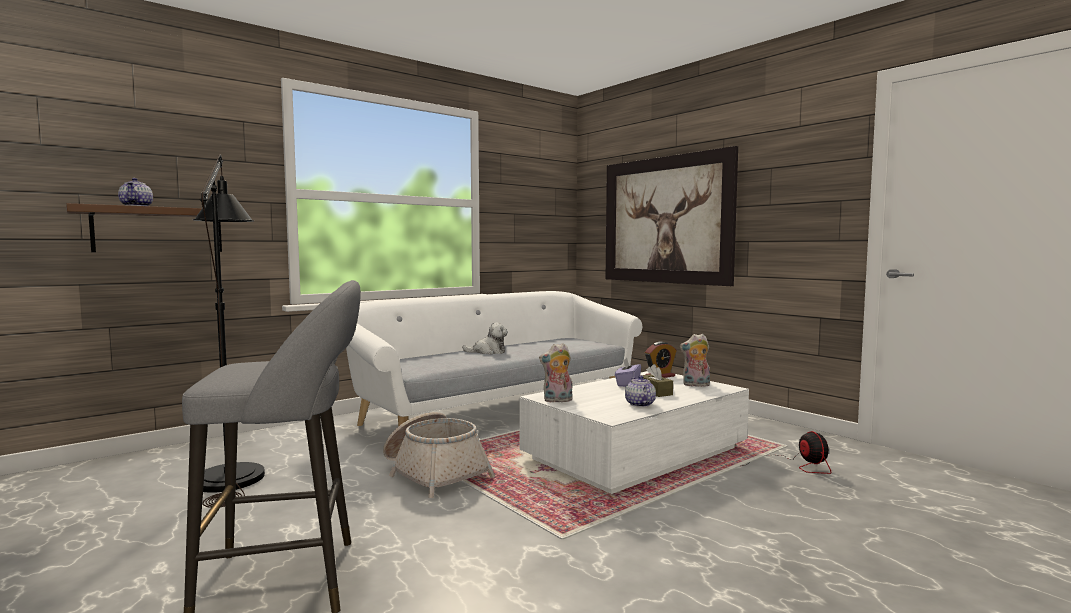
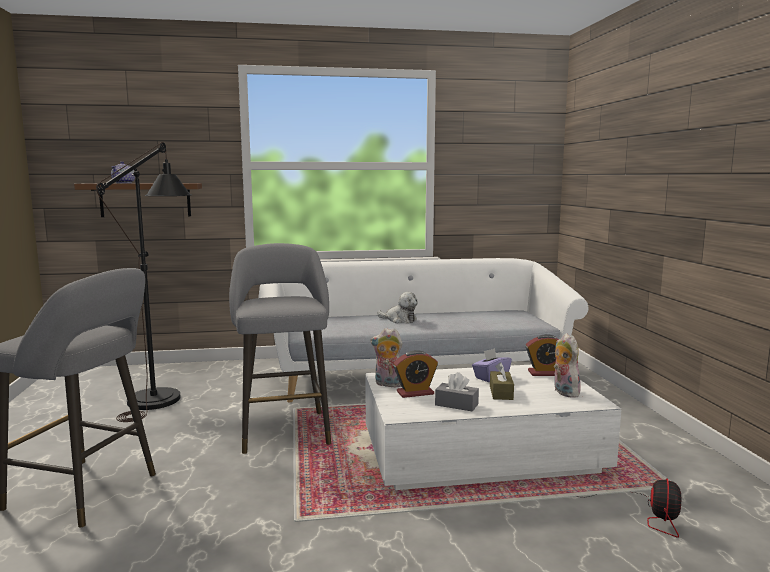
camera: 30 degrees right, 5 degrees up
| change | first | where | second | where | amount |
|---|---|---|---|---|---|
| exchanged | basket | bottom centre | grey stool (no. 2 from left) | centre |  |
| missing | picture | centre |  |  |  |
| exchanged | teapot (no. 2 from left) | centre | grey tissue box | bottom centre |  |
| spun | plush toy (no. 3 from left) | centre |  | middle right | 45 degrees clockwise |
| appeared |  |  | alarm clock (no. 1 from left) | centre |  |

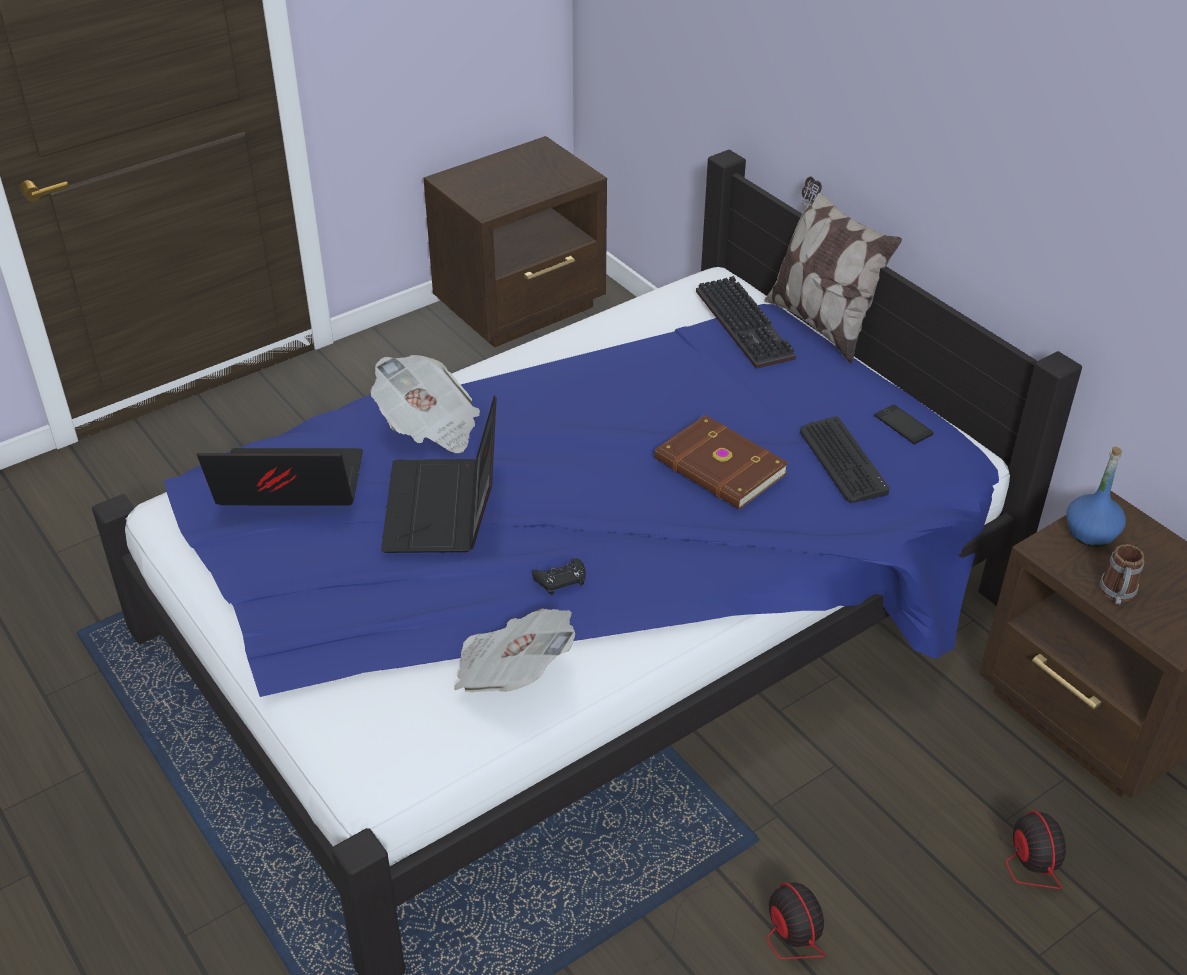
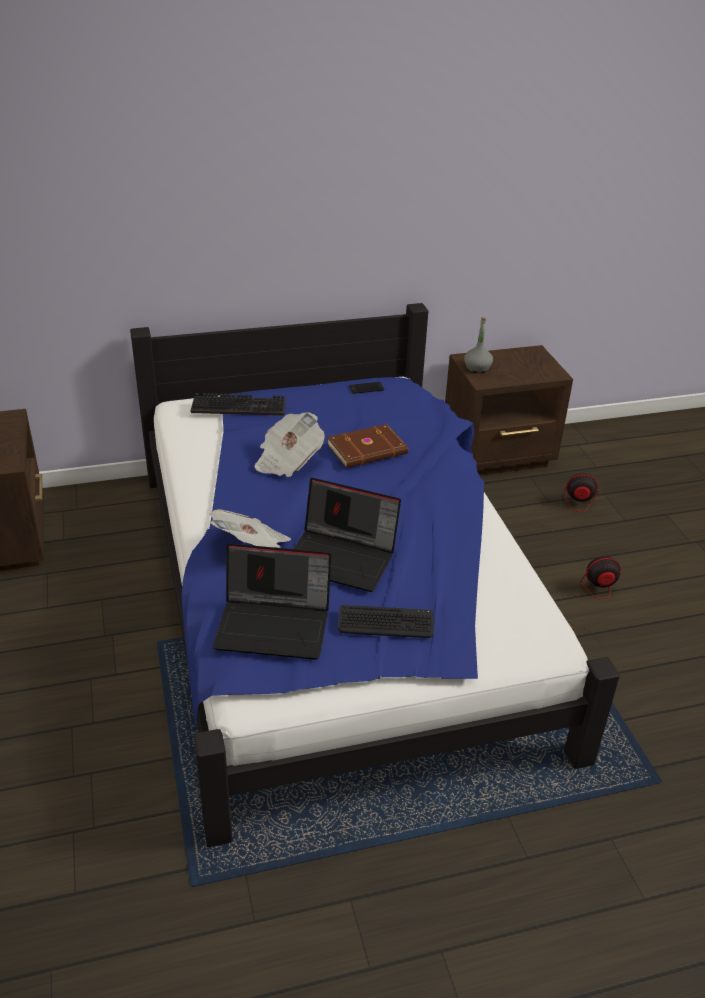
camera: 70 degrees left, 5 degrees down
| change | first | where | second | where | amount |
|---|---|---|---|---|---|
| spun | laptop (no. 1 from left) | middle left |  | centre | 105 degrees counterclockwise |
| relocated | newspaper (no. 2 from left) | bottom centre |  | centre |  |
| missing | black game controller | centre |  |  |  |
| missing | pillow | top right |  |  |  |
| relocated | keyboard (no. 2 from left) | middle right |  | centre |  |
| colour | blue bottle | middle right | grey bottle | middle right |  |
| missing | mug | middle right |  |  |  |

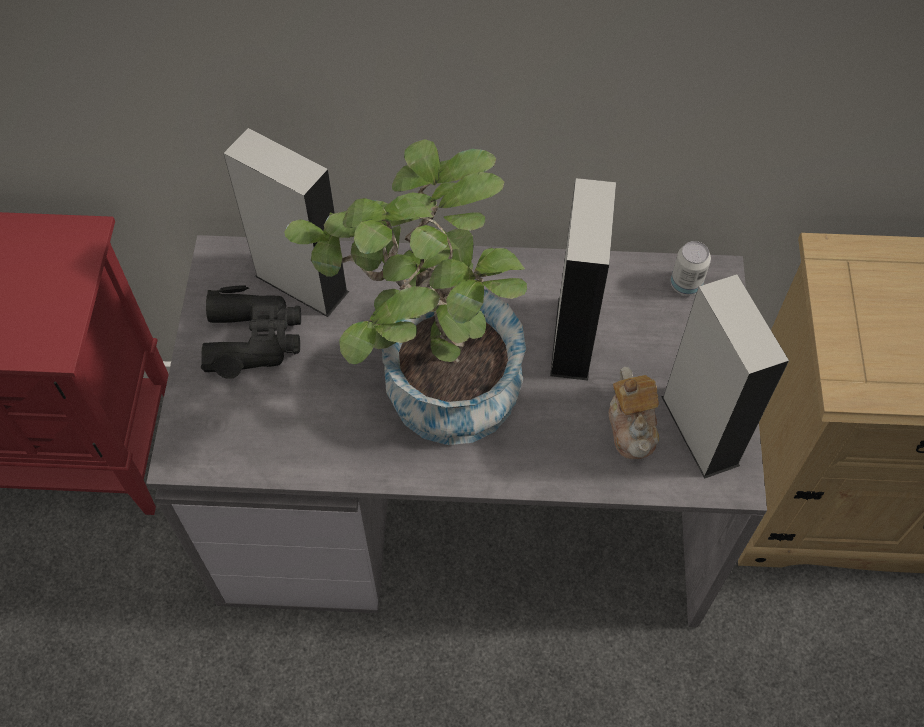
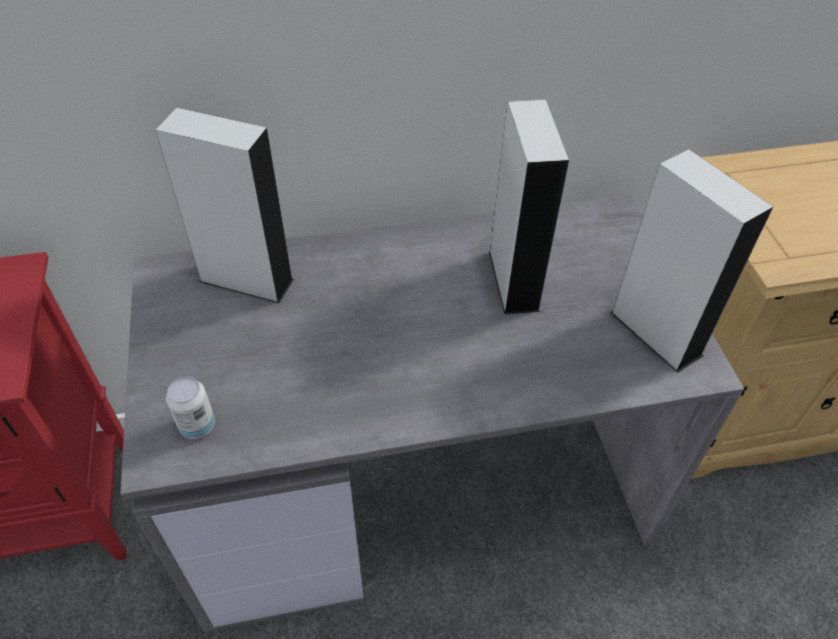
camera: 15 degrees left, 10 degrees down
| change | first | where | second | where | amount |
|---|---|---|---|---|---|
| missing | black binoculars | middle left |  |  |  |
| missing | potted plant | centre |  |  |  |
| missing | teapot | middle right |  |  |  |
| relocated | can | middle right |  | middle left |  |

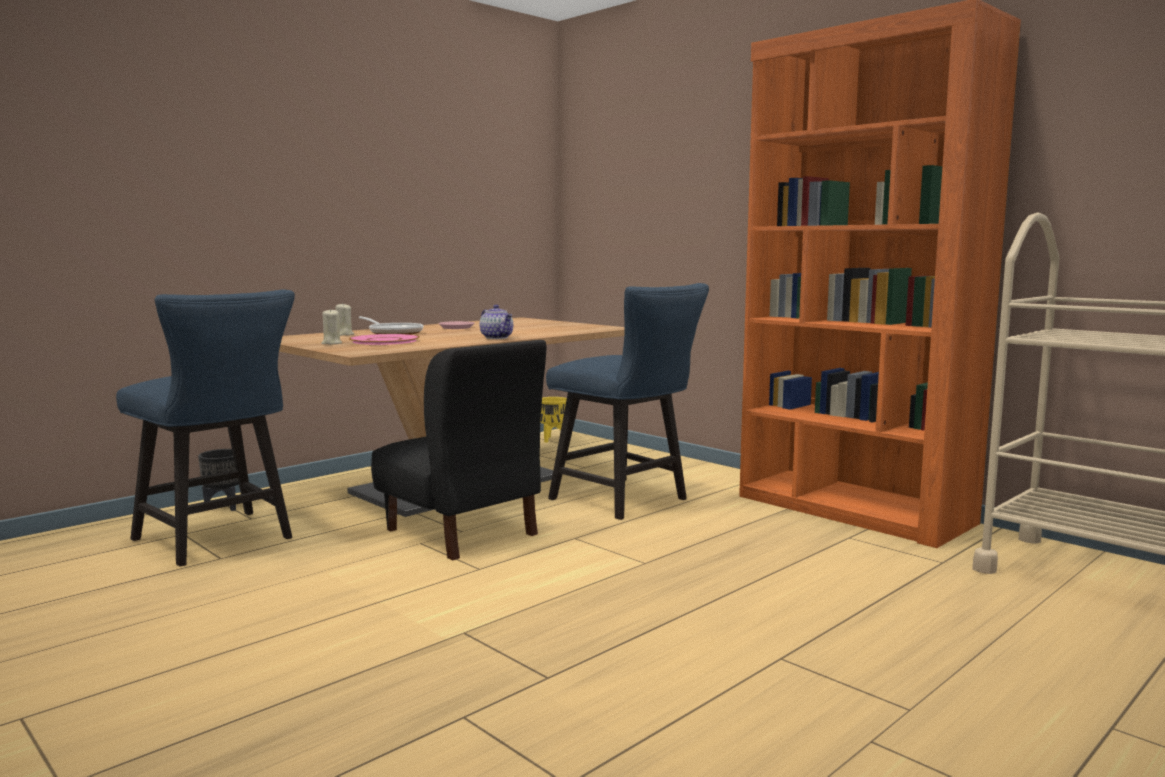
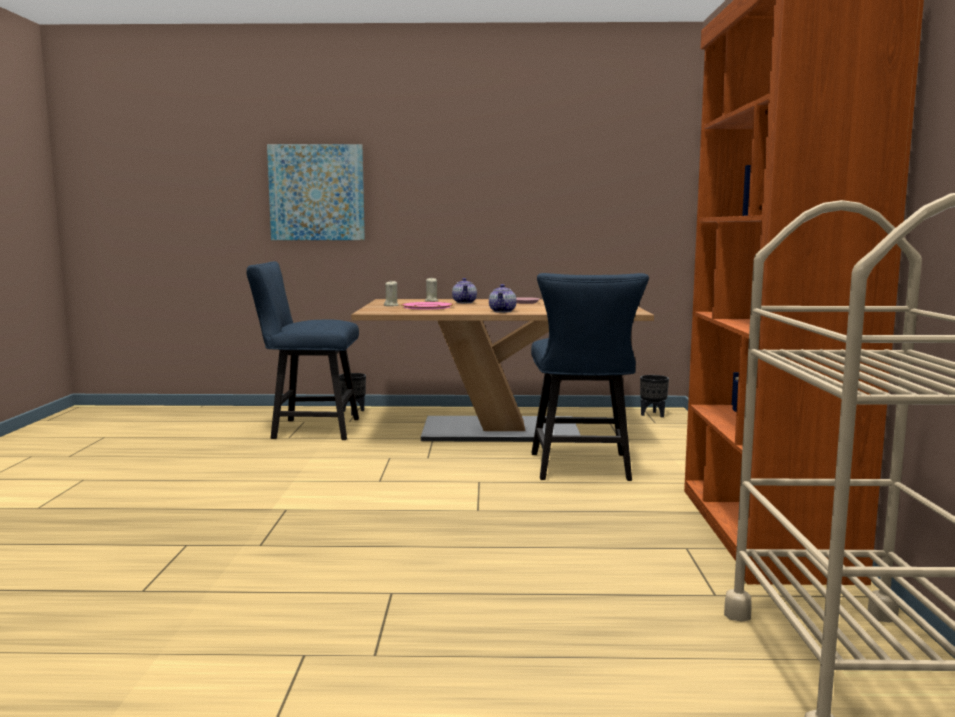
camera: 45 degrees right, 0 degrees up
| change | first | where | second | where | amount |
|---|---|---|---|---|---|
| spun | blue chair (no. 1 from left) | middle left |  | middle left | 90 degrees clockwise |
| exchanged | frying pan | centre | teapot (no. 1 from left) | centre |  |
| missing | black chair | centre |  |  |  |
| colour | yellow planter | centre | black planter (no. 2 from left) | middle right |  |
| appeared |  |  | picture | top left |  |

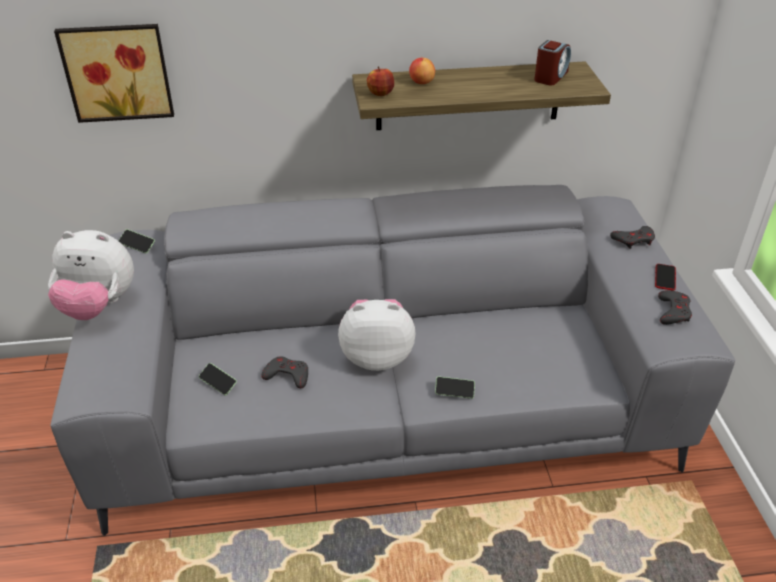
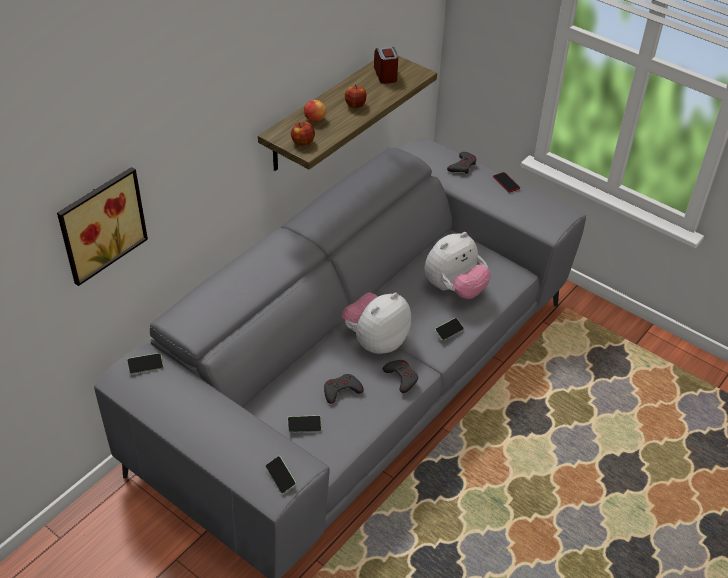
camera: 45 degrees left, 5 degrees up
| change | first | where | second | where | amount |
|---|---|---|---|---|---|
| relocated | plush toy (no. 1 from left in the first image) | middle left | plush toy (no. 2 from left) | centre |  |
| relocated | grey game controller (no. 3 from left in the first image) | middle right | grey game controller (no. 2 from left) | centre |  |
| appeared |  |  | phone (no. 2 from left) | bottom centre |  |
| appeared |  |  | apple (no. 3 from left) | top centre |  |

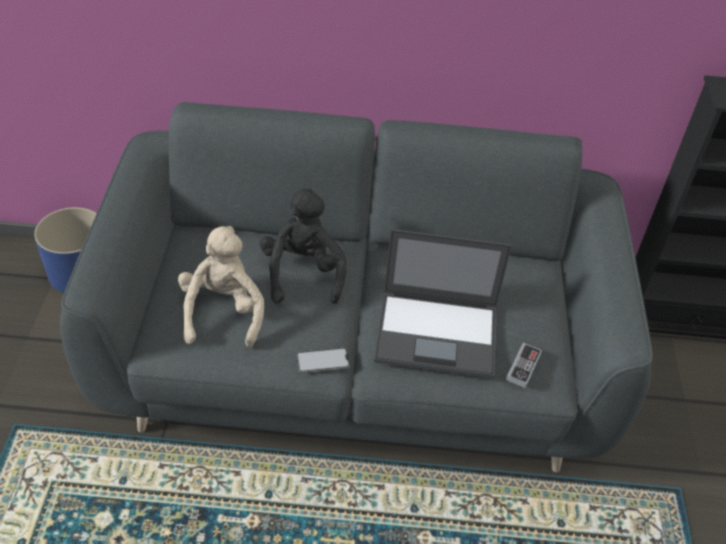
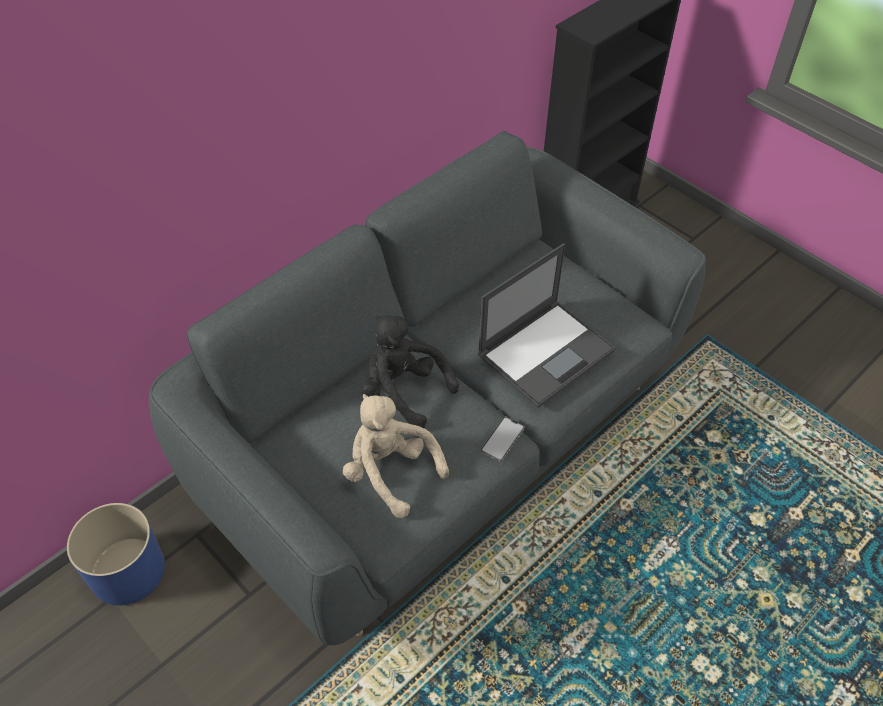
camera: 45 degrees left, 5 degrees up
| change | first | where | second | where | amount |
|---|---|---|---|---|---|
| missing | game controller | bottom right |  |  |  |

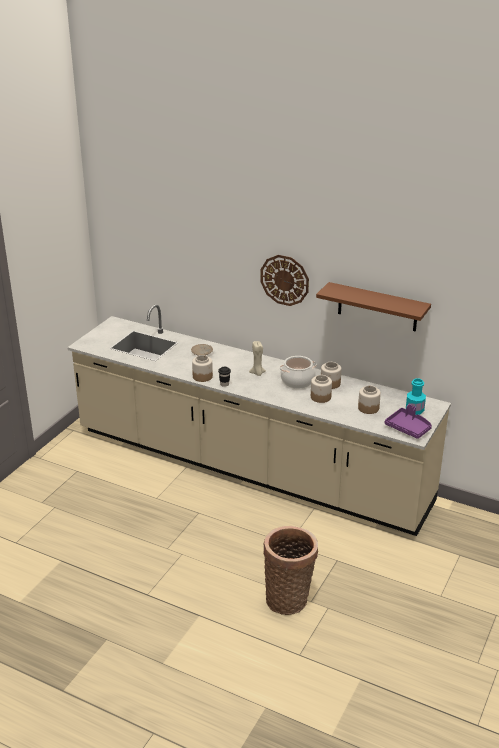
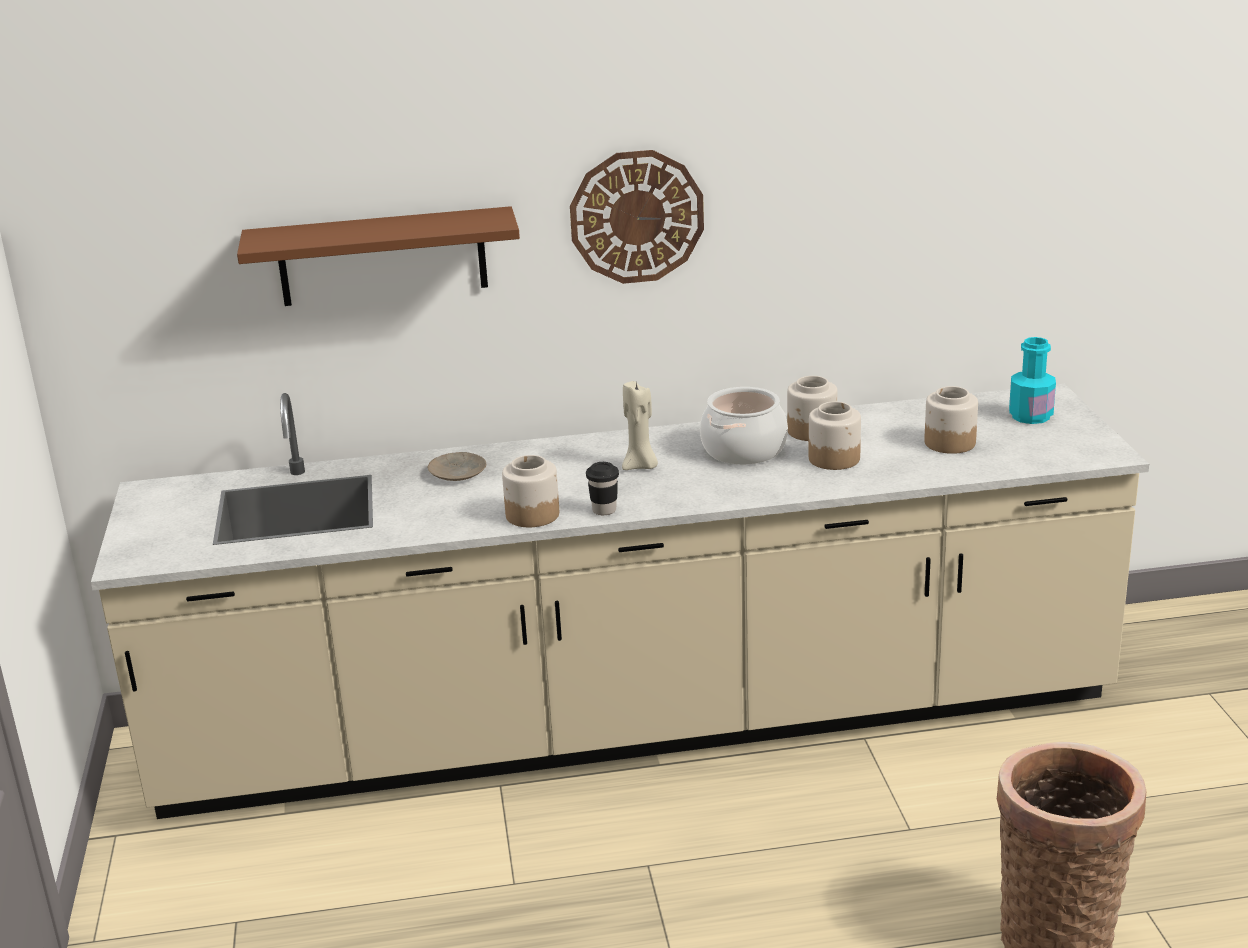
camera: 35 degrees left, 5 degrees down
| change | first | where | second | where | amount |
|---|---|---|---|---|---|
| relocated | brown shelf | middle right |  | top left |  |
| missing | purple tray | middle right |  |  |  |

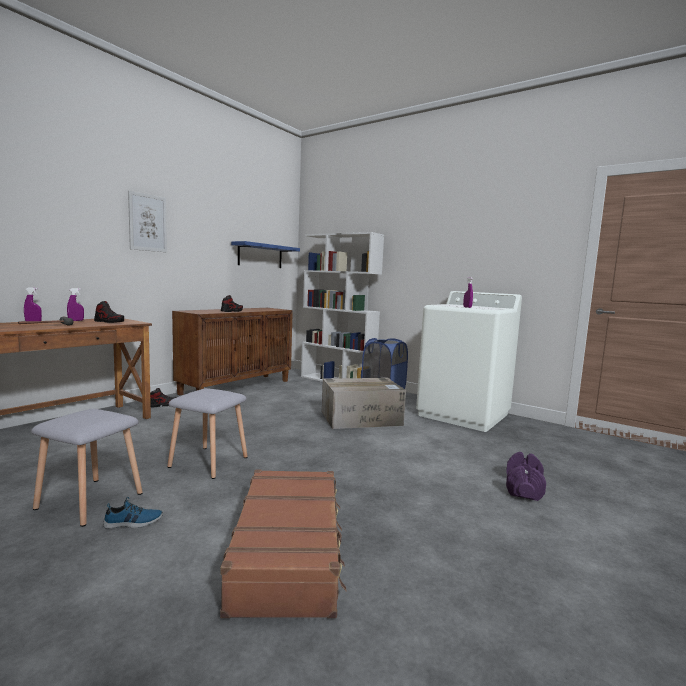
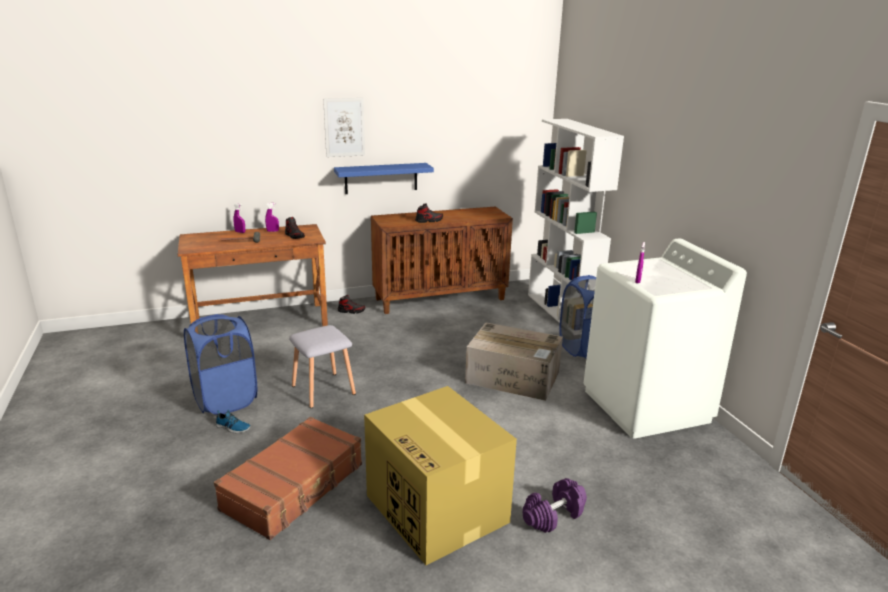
camera: 35 degrees right, 15 degrees up
| change | first | where | second | where | amount |
|---|---|---|---|---|---|
| exchanged | grey stool (no. 1 from left) | bottom left | blue laundry basket (no. 1 from left) | middle left |  |
| relocated | blue shelf | centre |  | top centre |  |
| appeared |  |  | cardboard box (no. 1 from left) | bottom centre |  |

